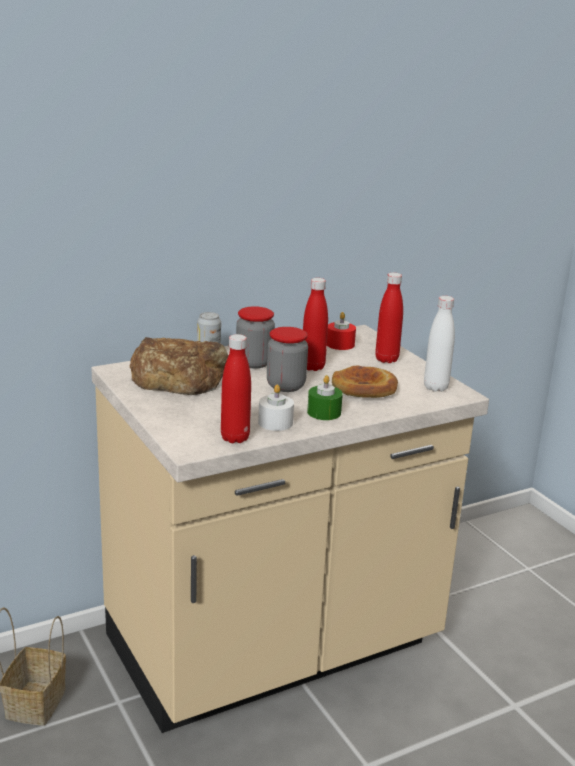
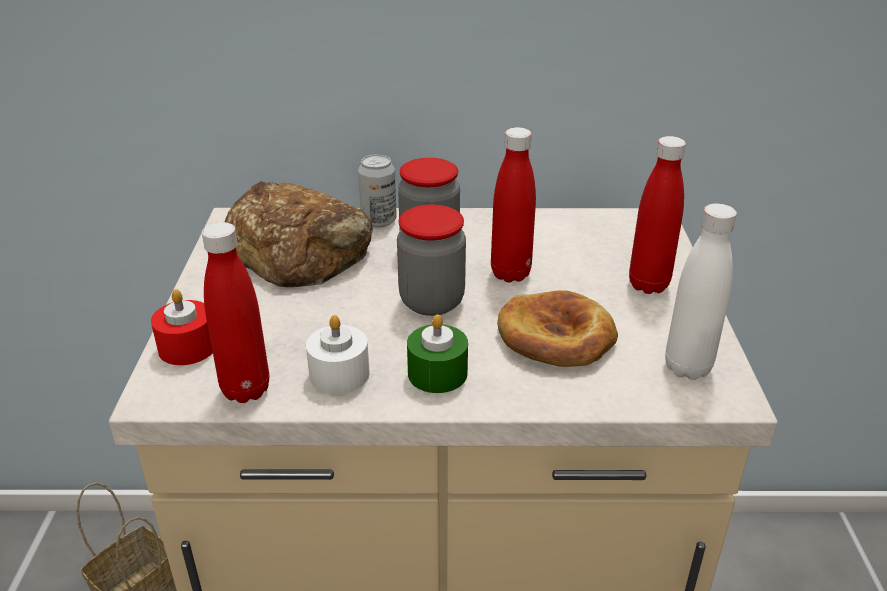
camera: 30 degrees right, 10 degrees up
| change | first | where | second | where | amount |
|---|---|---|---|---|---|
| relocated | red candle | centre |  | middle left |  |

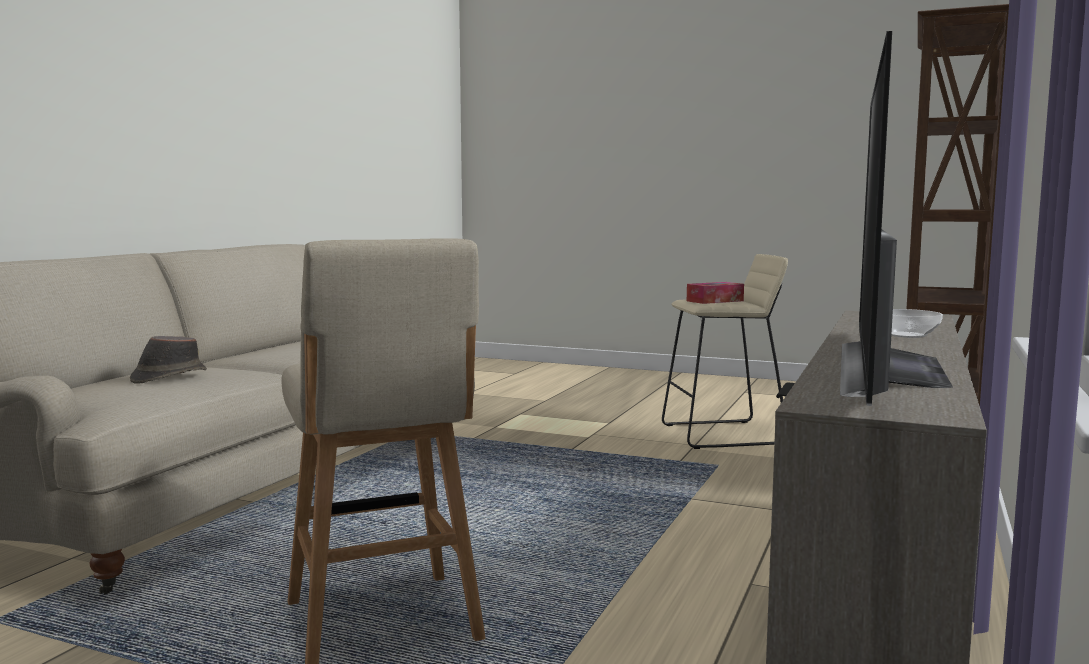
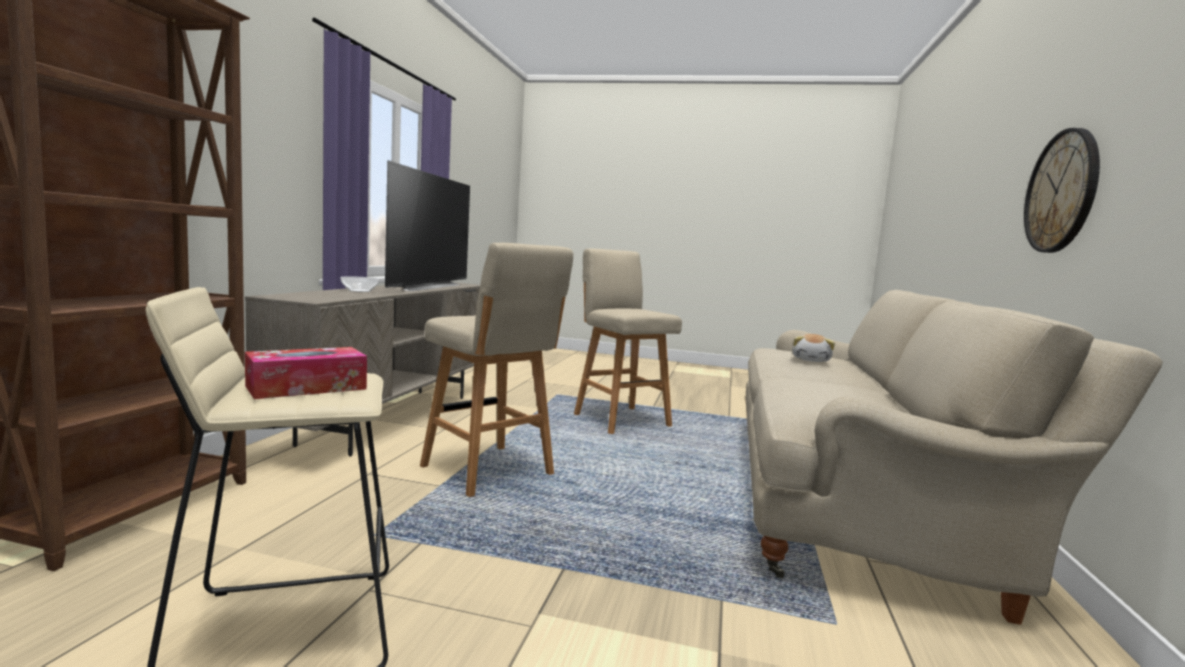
camera: 170 degrees right, 0 degrees up
| change | first | where | second | where | amount |
|---|---|---|---|---|---|
| exchanged | brown hat | middle left | plush toy | middle right |  |
| appeared |  |  | beige stool (no. 2 from left) | centre |  |
| appeared |  |  | wall clock | top right |  |

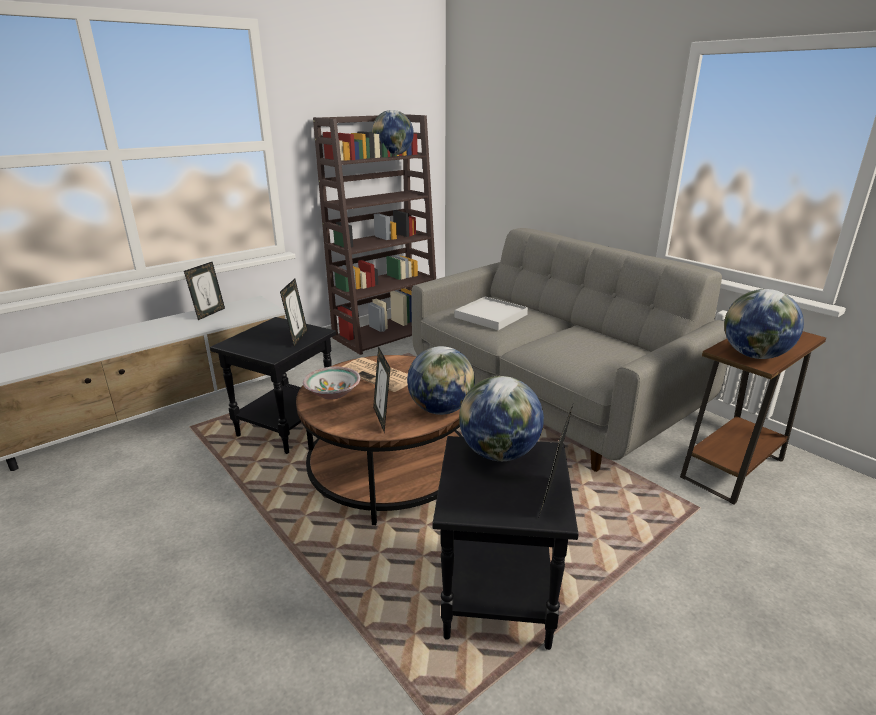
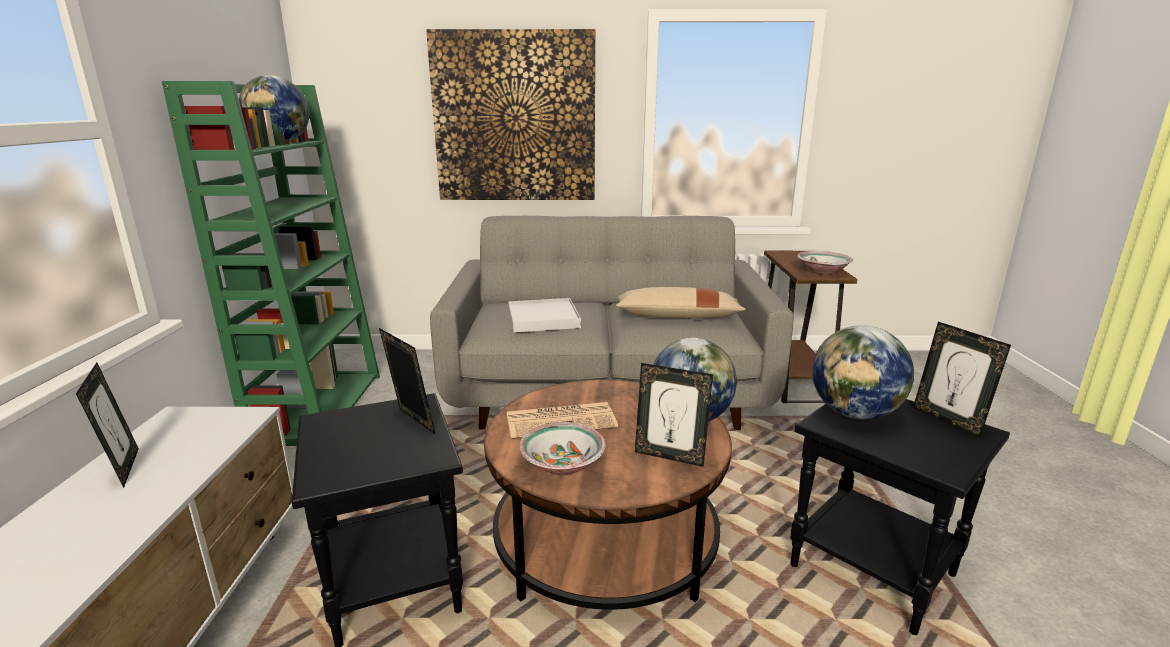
camera: 50 degrees left, 5 degrees down
| change | first | where | second | where | amount |
|---|---|---|---|---|---|
| colour | brown bookcase | top centre | green bookcase | middle left |  |
| exchanged | globe (no. 4 from left) | middle right | bowl (no. 2 from left) | middle right |  |
| appeared |  |  | picture | top centre |  |
| appeared |  |  | beige pillow | centre |  |

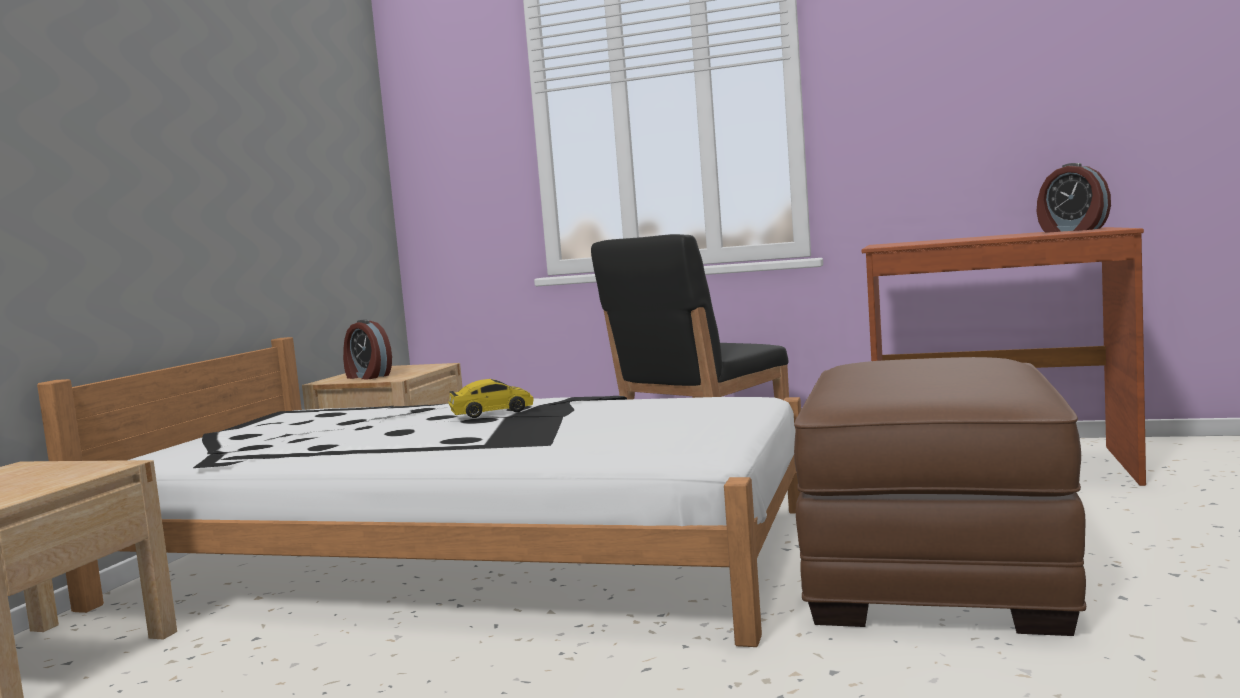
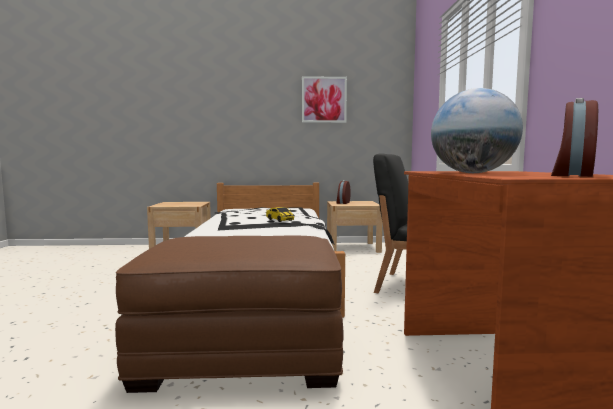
camera: 70 degrees right, 0 degrees up
| change | first | where | second | where | amount |
|---|---|---|---|---|---|
| appeared |  |  | picture | top centre |  |
| appeared |  |  | globe | top right |  |

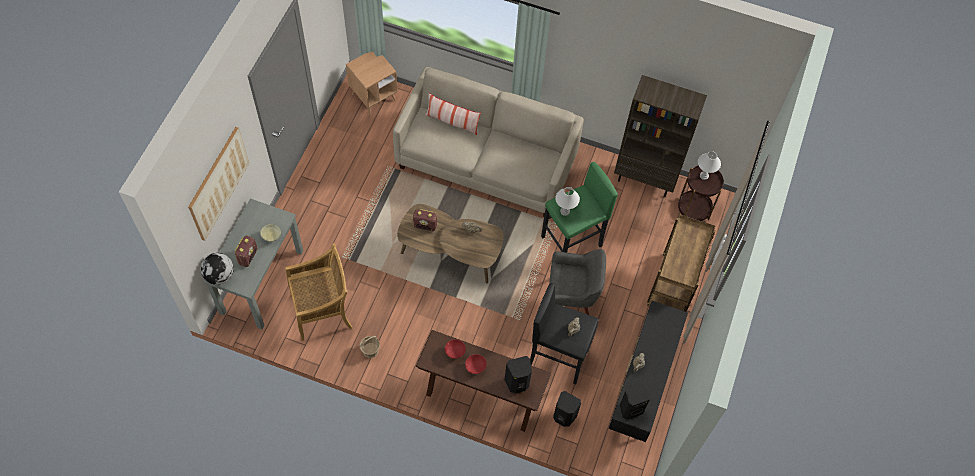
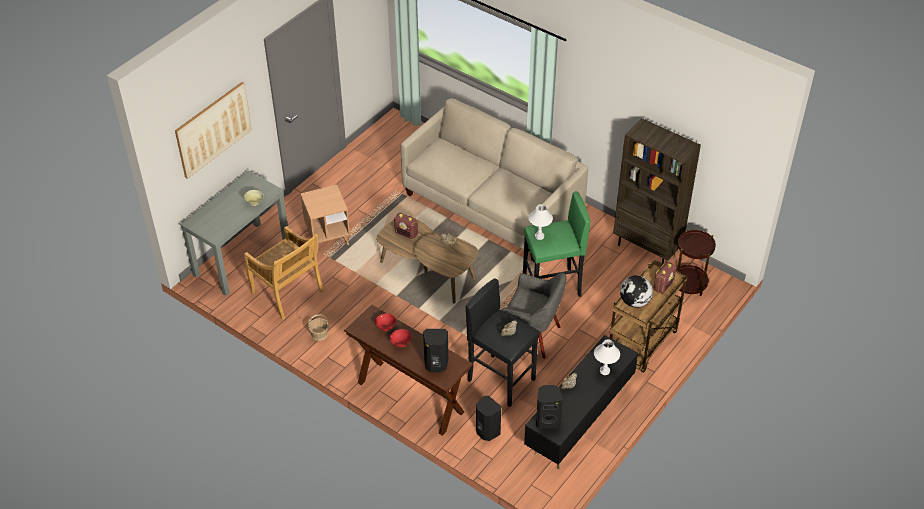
camera: 20 degrees right, 15 degrees down
| change | first | where | second | where | amount |
|---|---|---|---|---|---|
| relocated | globe | middle left |  | middle right |  |
| relocated | radio (no. 1 from left in the first image) | middle left | radio (no. 2 from left) | middle right |  |
| spun | beige chair | middle left |  | middle left | 45 degrees clockwise |
| relocated | brown side table (no. 1 from left) | top centre |  | centre |  |
| missing | pillow | top centre |  |  |  |
| relocated | white table lamp (no. 2 from left) | middle right |  | bottom centre |  |

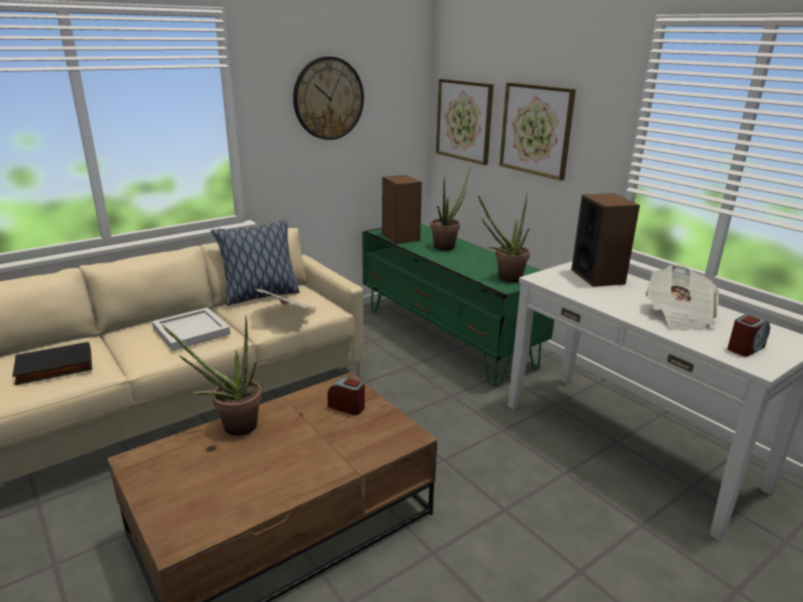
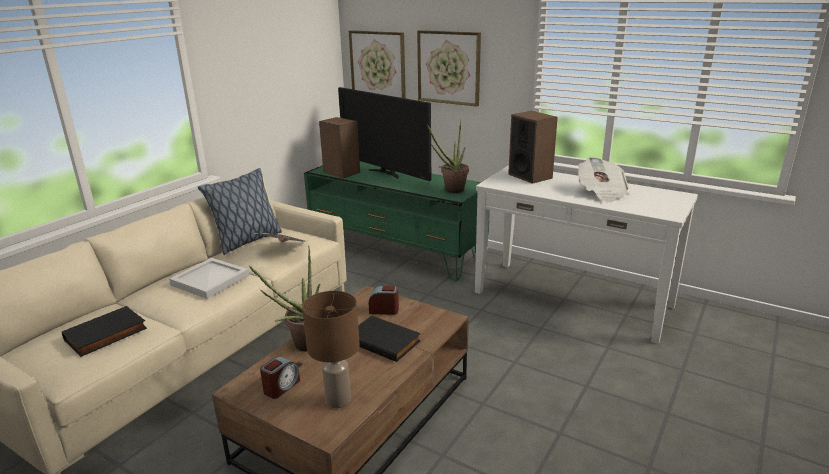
camera: 20 degrees left, 0 degrees up
| change | first | where | second | where | amount |
|---|---|---|---|---|---|
| missing | wall clock | top centre |  |  |  |
| exchanged | potted plant (no. 2 from left) | centre | television | top centre |  |
| relocated | alarm clock (no. 2 from left in the first image) | middle right | alarm clock (no. 1 from left) | bottom centre |  |
| appeared |  |  | brown table lamp | bottom centre |  |
| appeared |  |  | black book (no. 2 from left) | bottom centre |  |

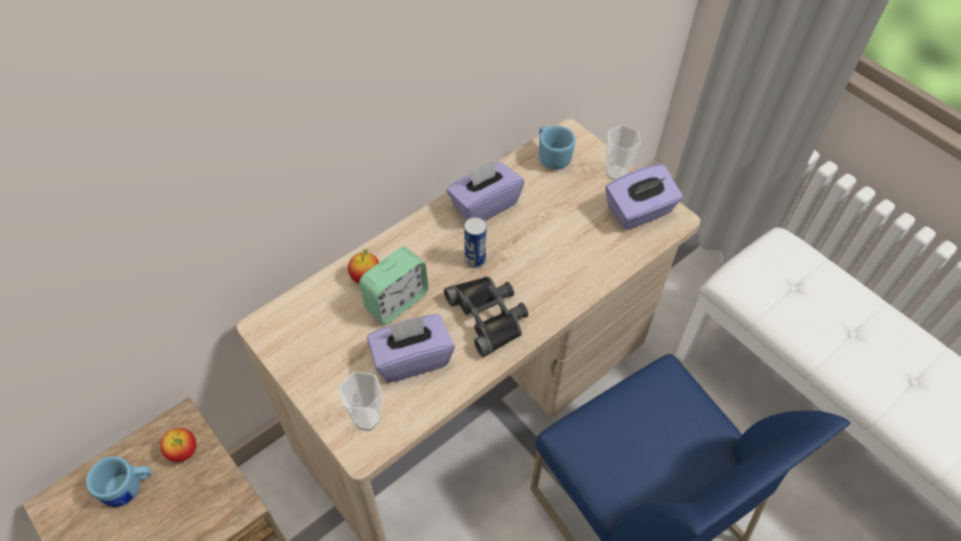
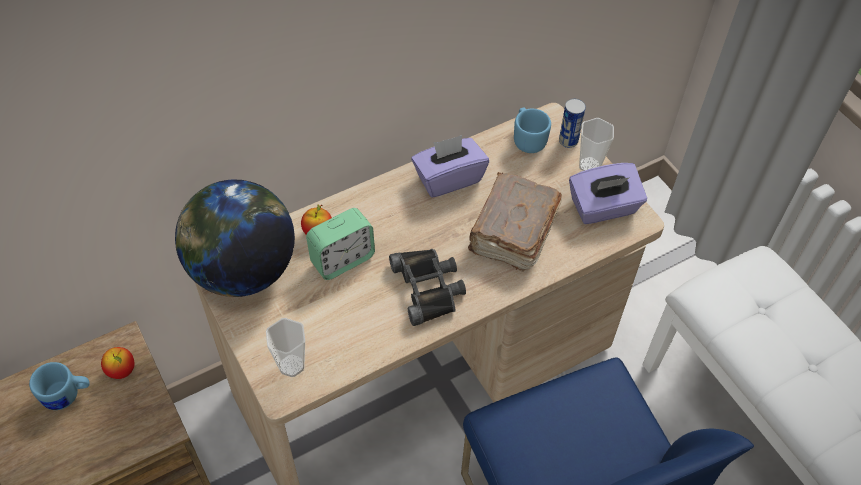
camera: 10 degrees right, 0 degrees up
| change | first | where | second | where | amount |
|---|---|---|---|---|---|
| missing | purple tissue box (no. 1 from left) | centre |  |  |  |
| relocated | can | centre |  | top centre |  |
| appeared |  |  | globe | middle left |  |
| appeared |  |  | brown book | centre |  |

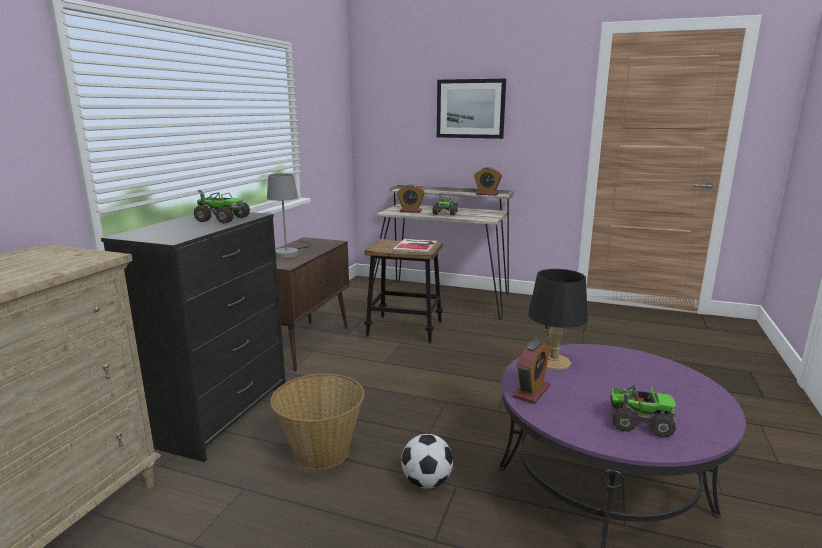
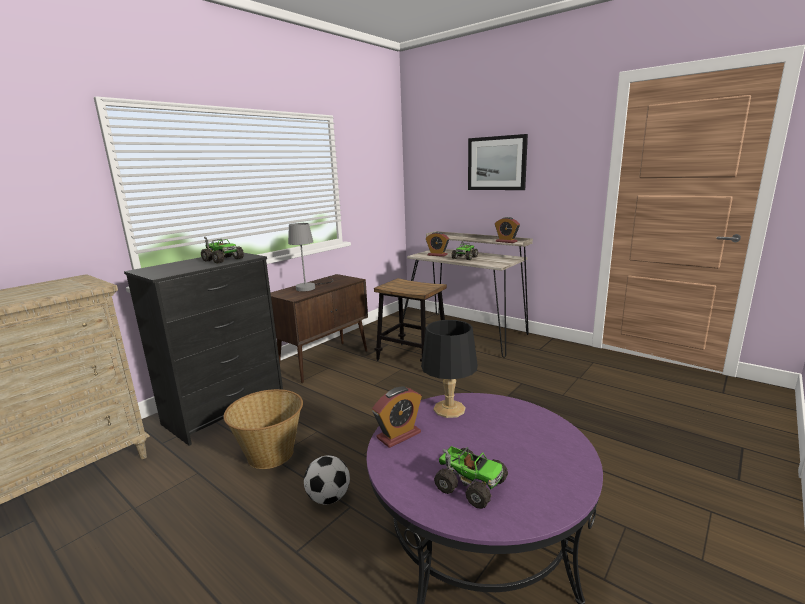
camera: 20 degrees right, 0 degrees up
| change | first | where | second | where | amount |
|---|---|---|---|---|---|
| missing | book | centre |  |  |  |

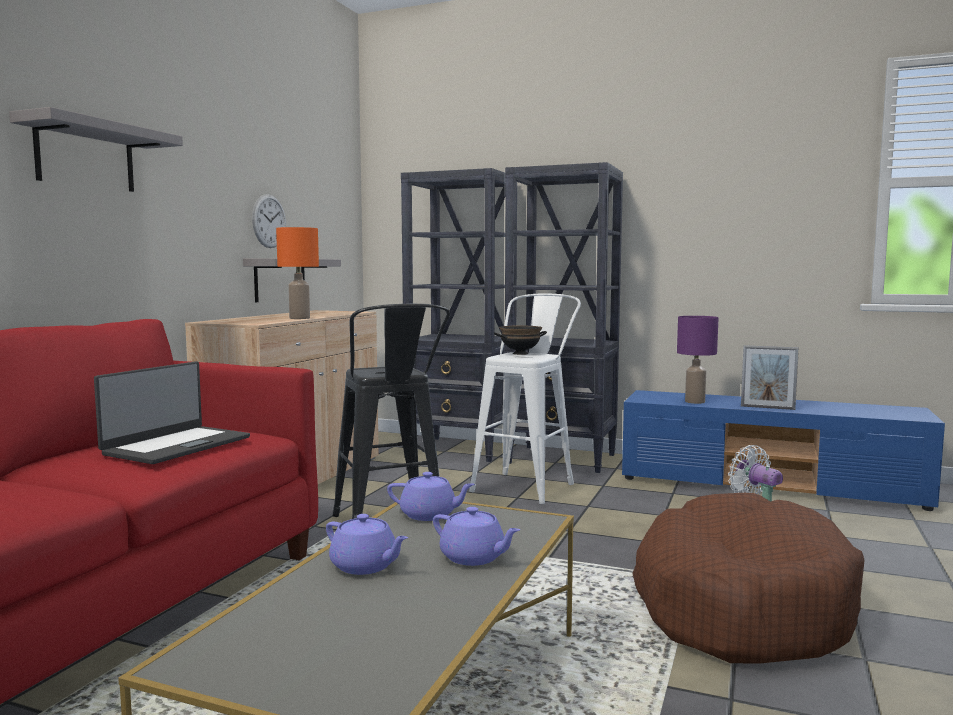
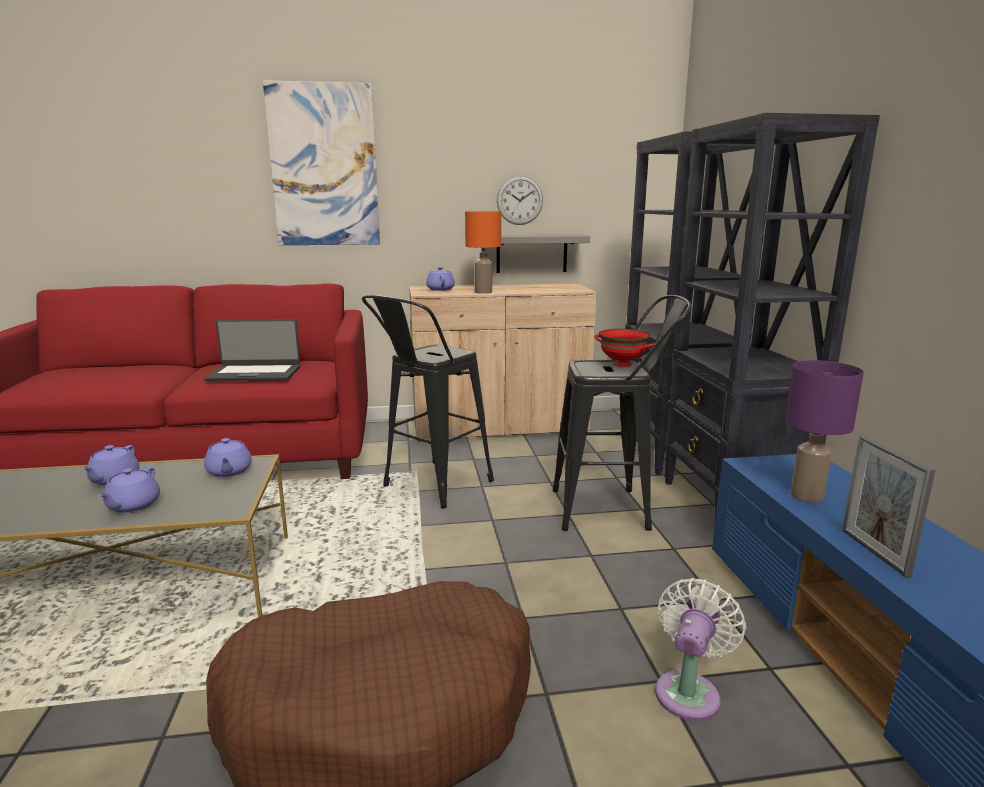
camera: 60 degrees right, 10 degrees up
| change | first | where | second | where | amount |
|---|---|---|---|---|---|
| exchanged | grey shelf (no. 1 from left) | top left | picture | top left |  |
| colour | white stool | centre | black stool (no. 2 from left) | centre |  |
| colour | black bowl | centre | red bowl | centre |  |
| appeared |  |  | purple teapot (no. 4 from left) | centre |  |

